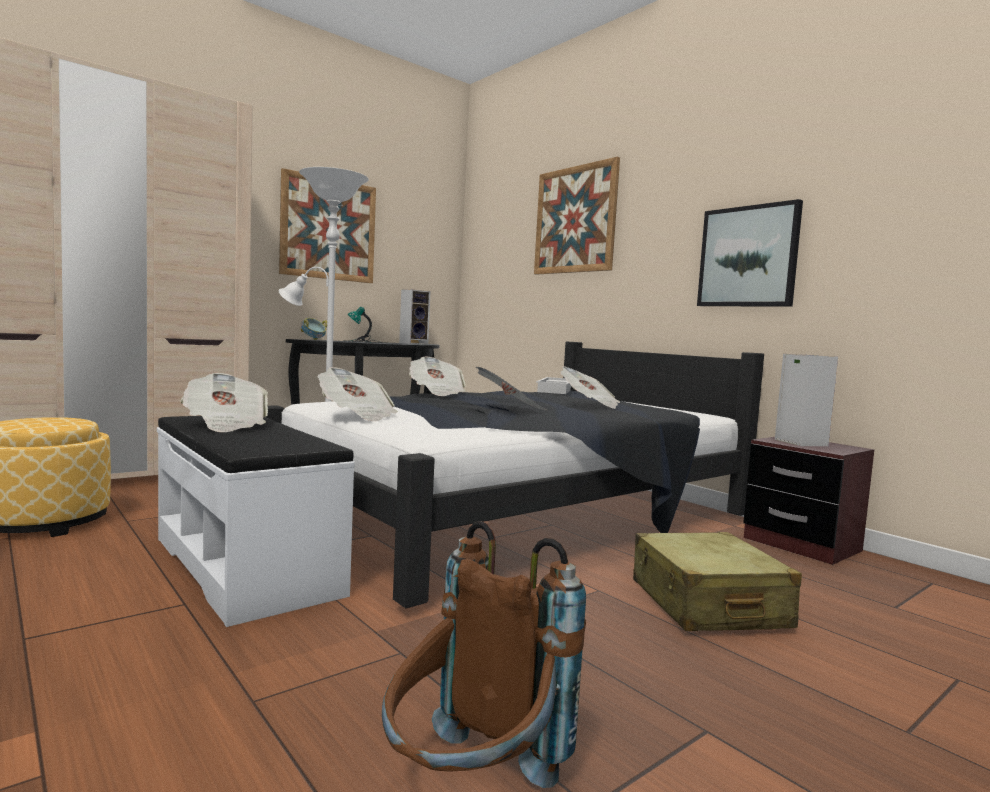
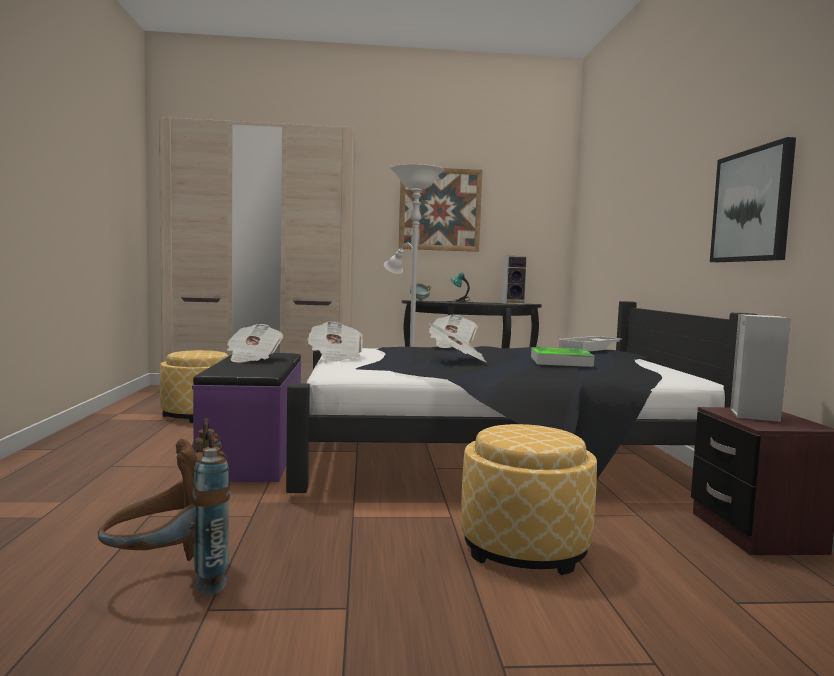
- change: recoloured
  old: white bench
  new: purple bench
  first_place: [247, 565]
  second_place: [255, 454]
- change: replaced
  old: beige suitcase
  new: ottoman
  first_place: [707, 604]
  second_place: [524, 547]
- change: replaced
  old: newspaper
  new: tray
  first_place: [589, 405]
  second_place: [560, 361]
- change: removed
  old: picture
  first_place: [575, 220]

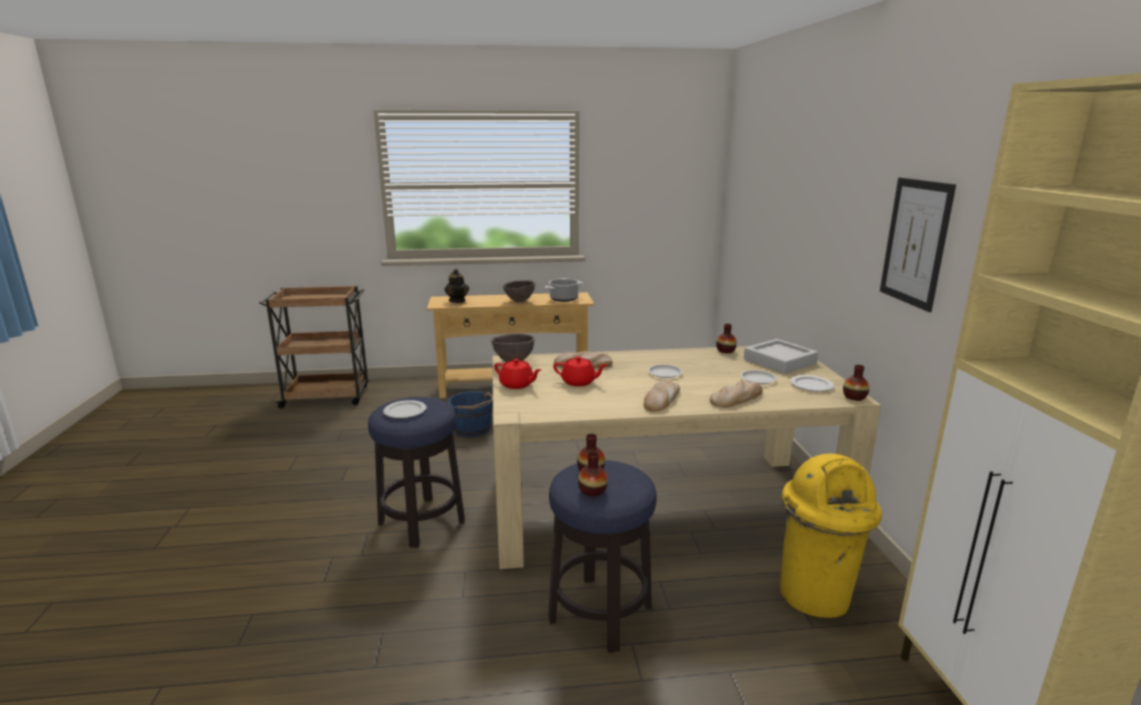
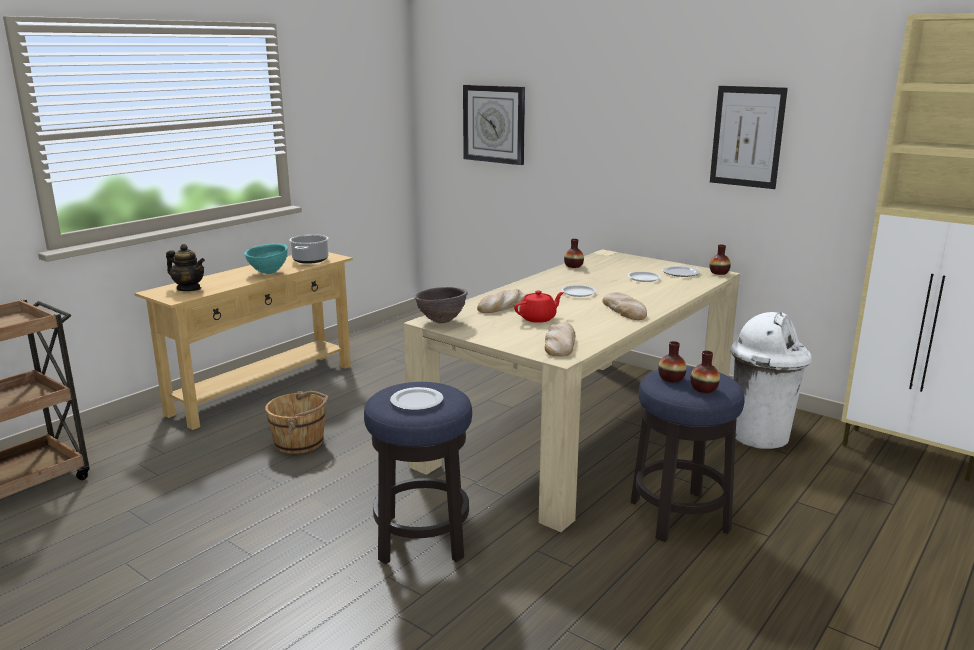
- change: recoloured
  old: brown bowl
  new: turquoise bowl
  first_place: [519, 301]
  second_place: [268, 273]
- change: recoloured
  old: blue bucket
  new: brown bucket
  first_place: [472, 429]
  second_place: [300, 442]
- change: added
  new: wall clock
  second_place: [494, 124]
- change: moved
  old: bread
  first_place: [736, 398]
  second_place: [559, 343]
- change: recoloured
  old: yellow trash can
  new: white trash can
  first_place: [816, 595]
  second_place: [760, 436]
- change: removed
  old: red teapot
  first_place: [517, 385]
- change: removed
  old: grey tray
  first_place: [779, 361]

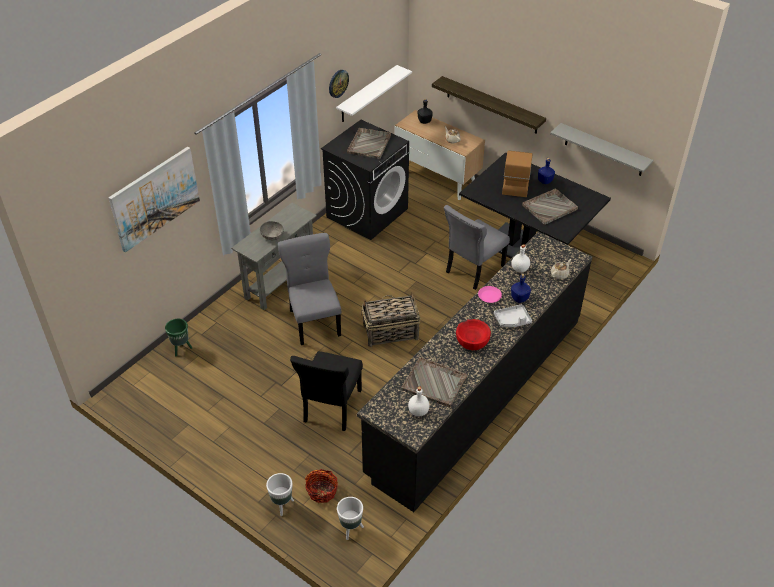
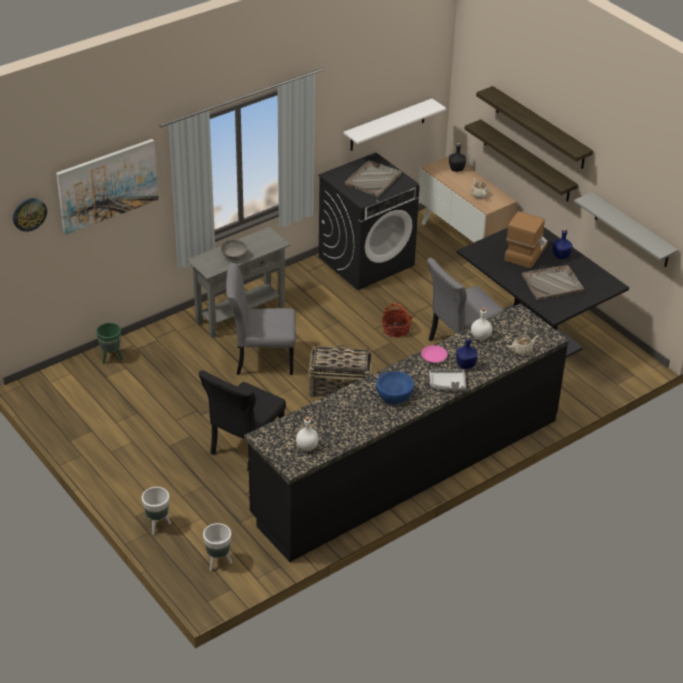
- change: moved
  old: wall clock
  first_place: [338, 83]
  second_place: [29, 214]
- change: turned
  old: grey chair
  first_place: [314, 321]
  second_place: [261, 360]
  degrees: -90
- change: recoloured
  old: red bowl
  new: blue bowl
  first_place: [472, 341]
  second_place: [394, 394]
- change: moved
  old: basket
  first_place: [322, 491]
  second_place: [396, 329]
- change: added
  new: shelf
  second_place: [540, 128]
- change: removed
  old: grey tray
  first_place: [434, 383]

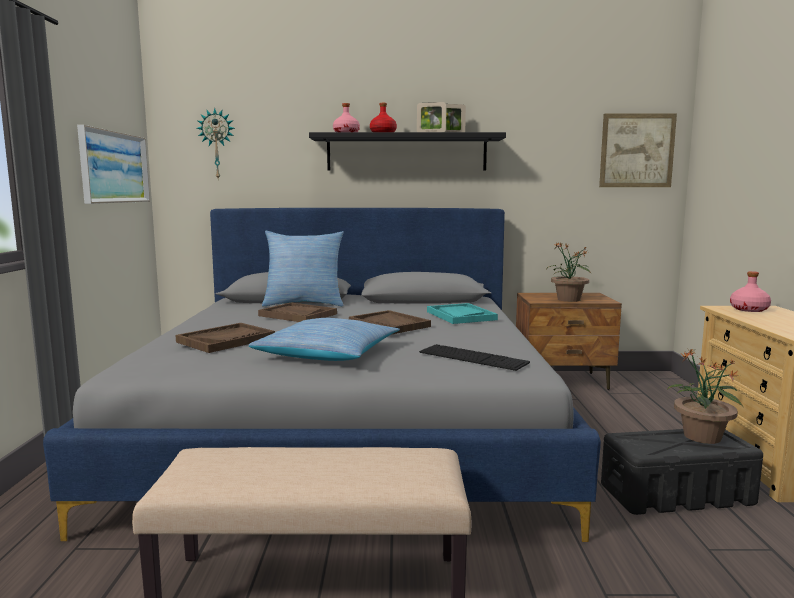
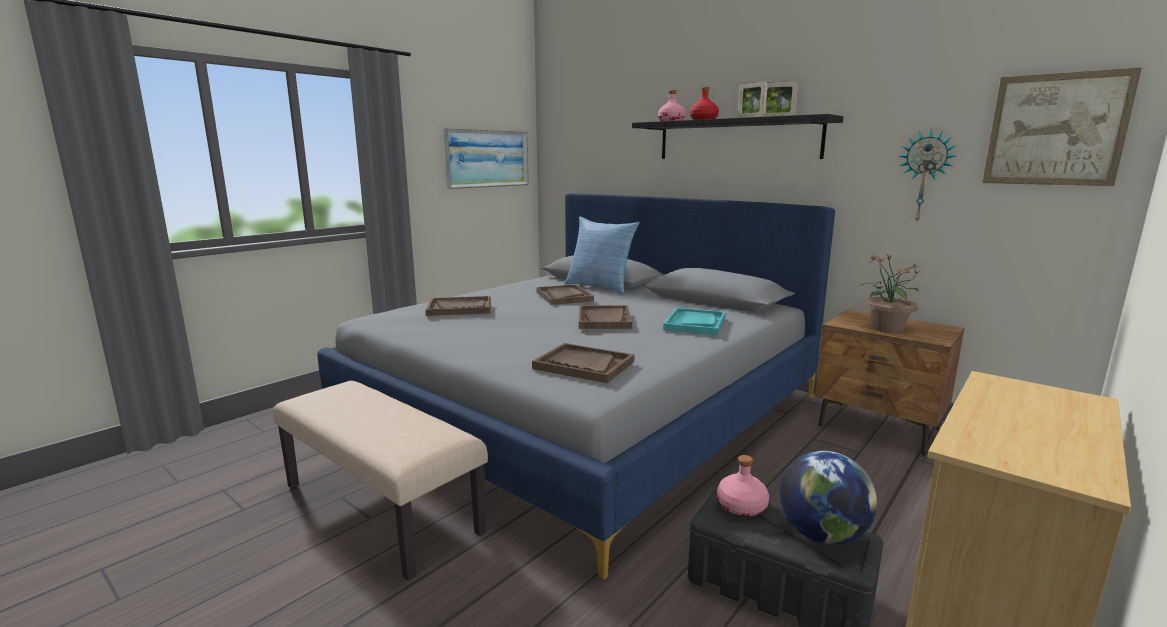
- change: replaced
  old: keyboard
  new: brown tray
  first_place: [472, 357]
  second_place: [583, 365]
- change: moved
  old: pink bottle
  first_place: [749, 309]
  second_place: [741, 506]
- change: replaced
  old: potted plant
  new: globe
  first_place: [702, 437]
  second_place: [822, 535]
- change: moved
  old: wall clock
  first_place: [217, 144]
  second_place: [924, 177]
- change: removed
  old: pillow
  first_place: [328, 353]

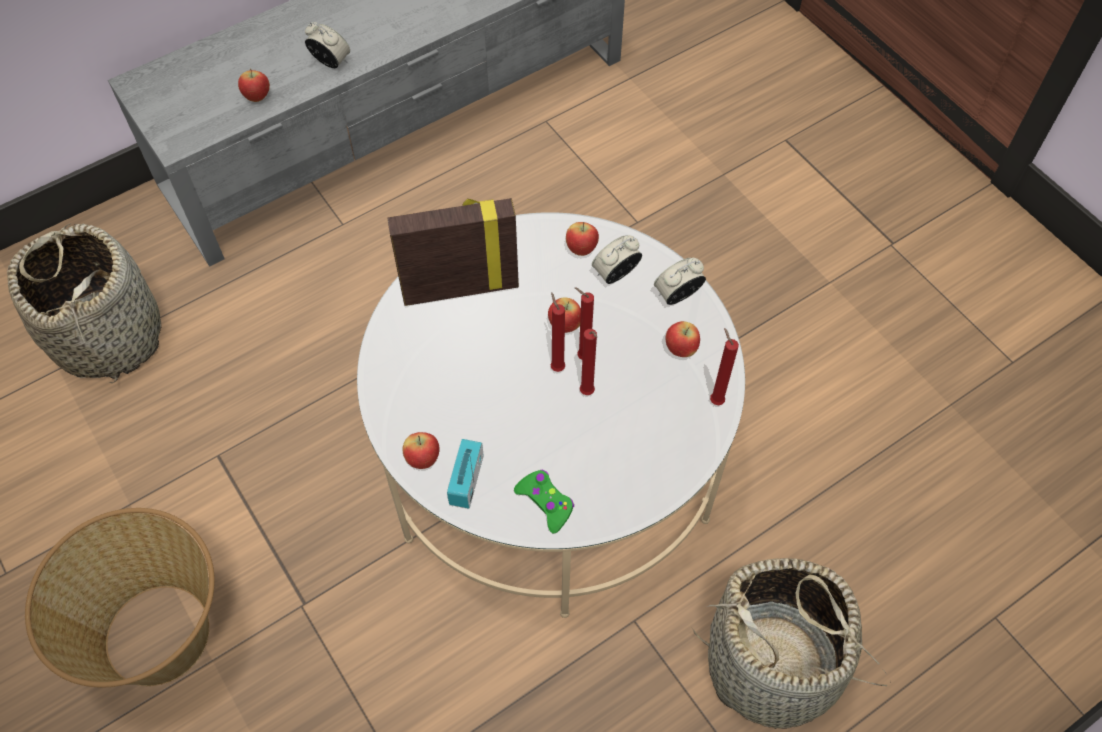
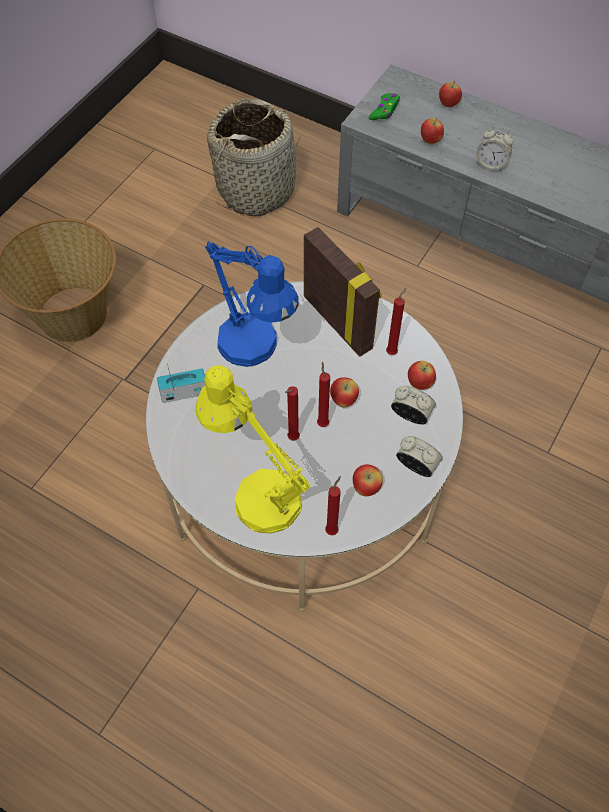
- change: added
  new: yellow table lamp
  second_place: [257, 492]
- change: added
  new: blue table lamp
  second_place: [255, 350]
- change: moved
  old: green game controller
  first_place: [545, 502]
  second_place: [384, 111]
- change: moved
  old: red candle
  first_place: [556, 366]
  second_place: [392, 351]
- change: moved
  old: apple
  first_place: [423, 459]
  second_place: [448, 104]
- change: turned
  old: alarm clock
  first_place: [331, 62]
  second_place: [491, 164]
  degrees: 105
- change: removed
  old: basket
  first_place: [773, 665]

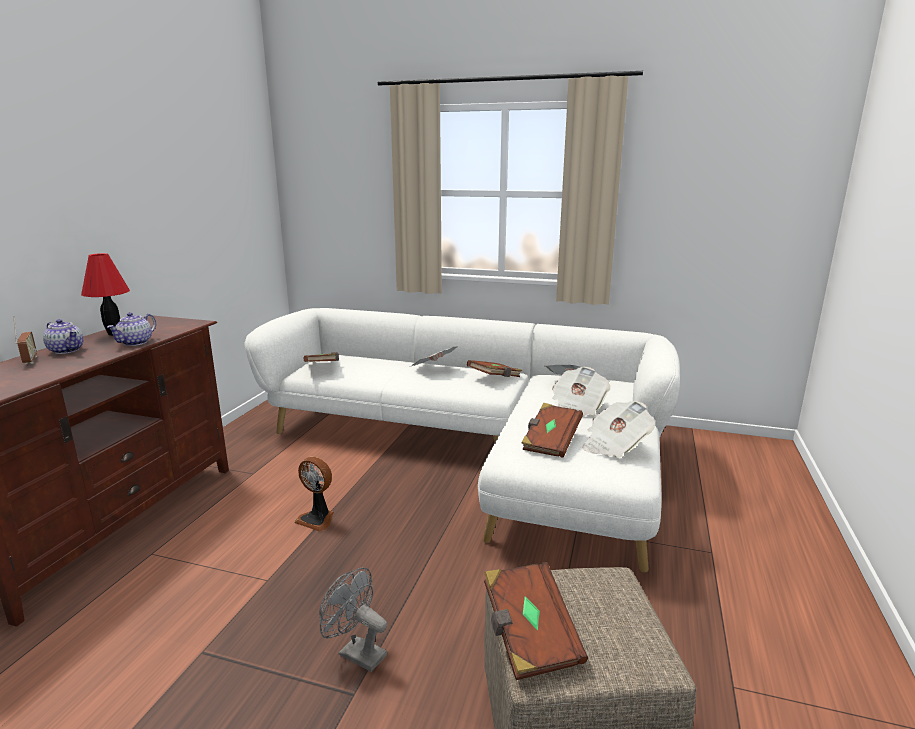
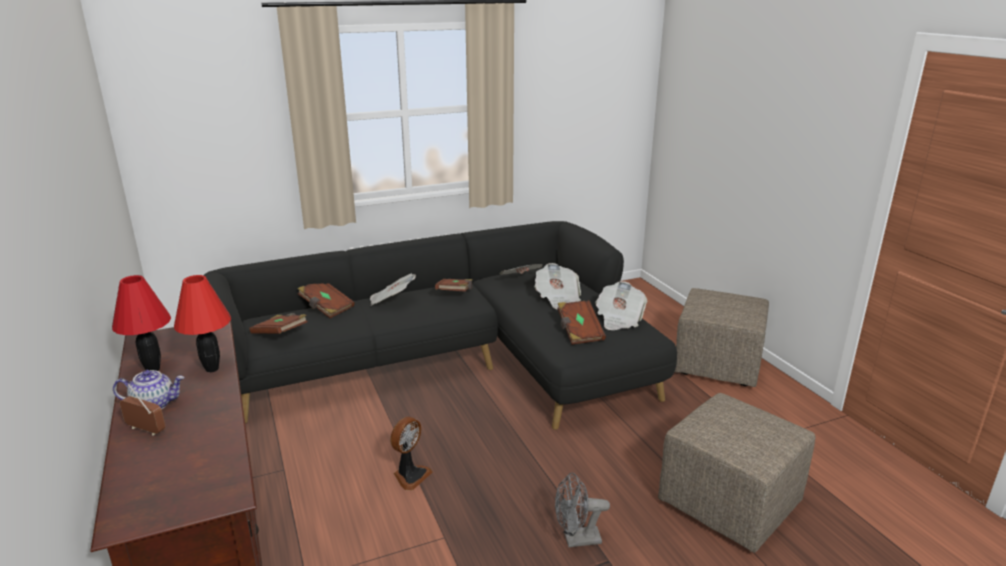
- change: replaced
  old: teapot
  new: red table lamp
  first_place: [135, 343]
  second_place: [212, 369]
- change: recoloured
  old: white sofa
  new: black sofa
  first_place: [478, 450]
  second_place: [455, 363]
- change: moved
  old: brown book
  first_place: [529, 636]
  second_place: [326, 307]
- change: turned
  old: fan
  first_place: [317, 519]
  second_place: [410, 475]
  degrees: -45
- change: added
  new: beige ottoman
  second_place: [718, 365]

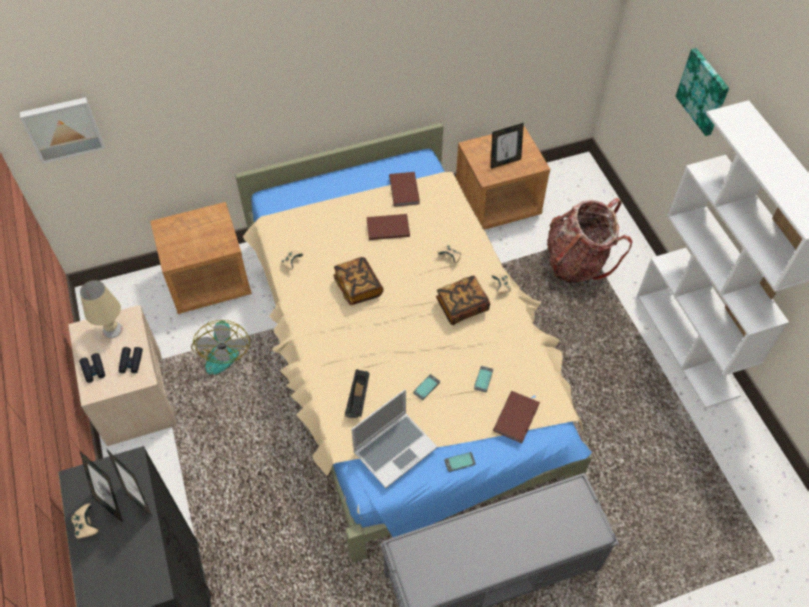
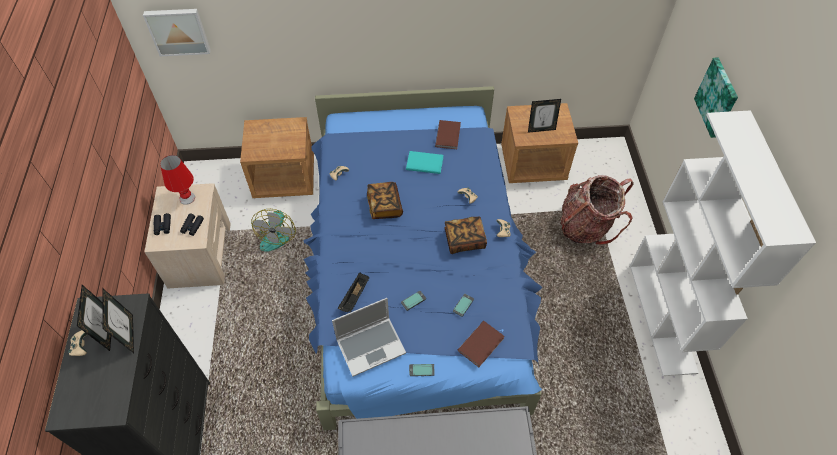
- change: recoloured
  old: beige table lamp
  new: red table lamp
  first_place: [112, 330]
  second_place: [187, 198]
- change: recoloured
  old: beige bed
  new: blue bed
  first_place: [402, 357]
  second_place: [416, 272]
- change: recoloured
  old: brown book
  new: turquoise book
  first_place: [387, 227]
  second_place: [424, 163]

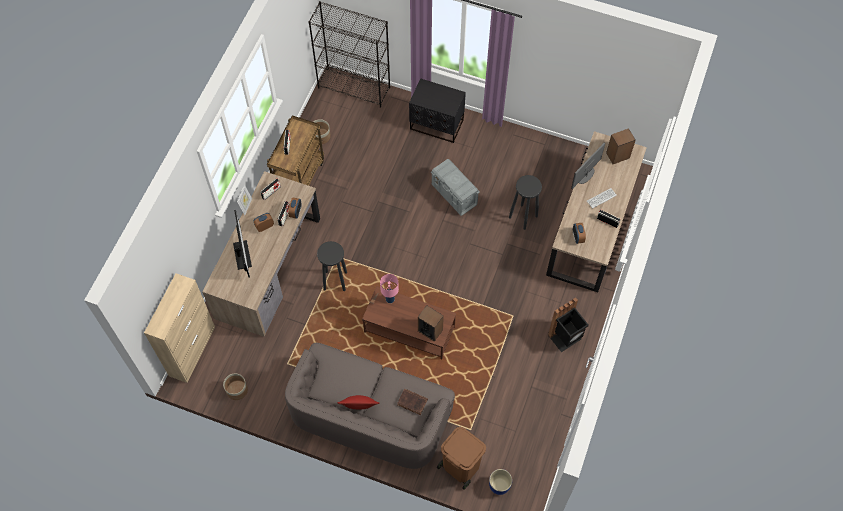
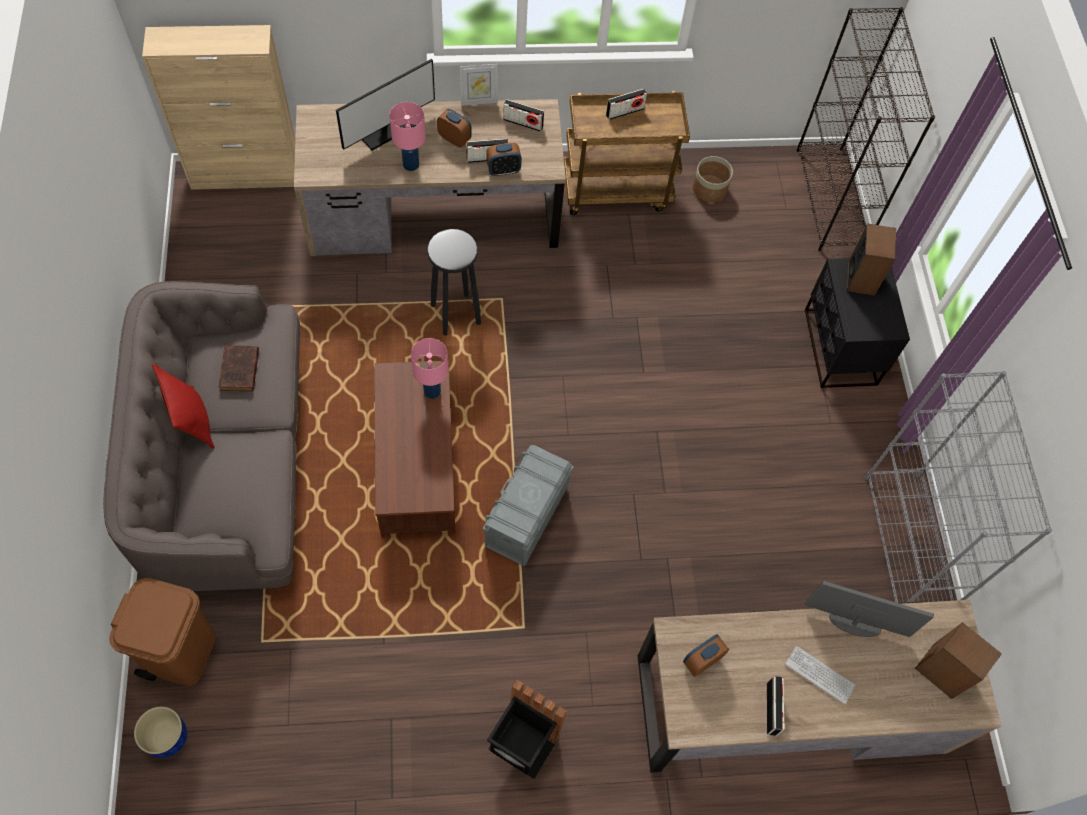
- change: moved
  old: brown book
  first_place: [413, 402]
  second_place: [239, 371]
- change: added
  new: pink table lamp
  second_place: [411, 165]
- change: moved
  old: grey storage box
  first_place: [454, 195]
  second_place: [526, 517]
- change: moved
  old: speaker
  first_place: [430, 330]
  second_place: [861, 278]
- change: added
  new: grey bookcase
  second_place: [907, 543]
- change: removed
  old: planter
  first_place: [236, 390]
- change: removed
  old: black stool
  first_place: [523, 216]

